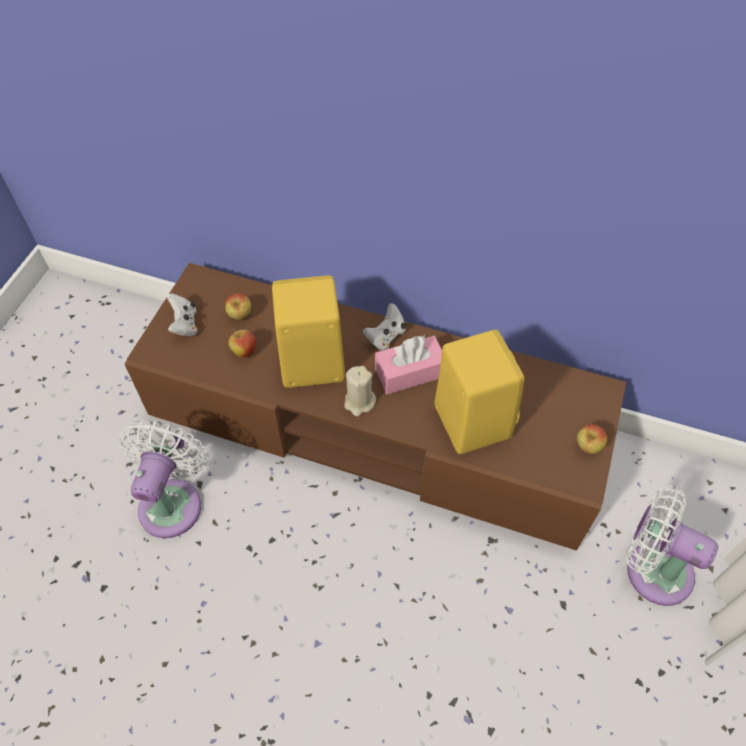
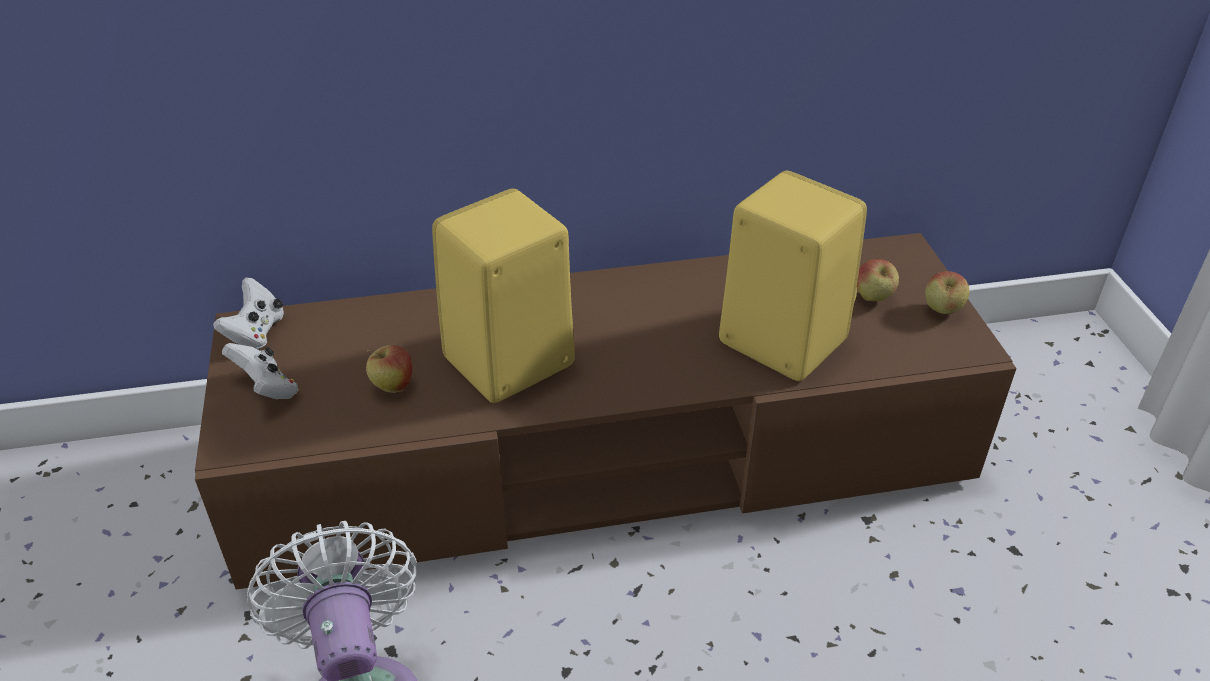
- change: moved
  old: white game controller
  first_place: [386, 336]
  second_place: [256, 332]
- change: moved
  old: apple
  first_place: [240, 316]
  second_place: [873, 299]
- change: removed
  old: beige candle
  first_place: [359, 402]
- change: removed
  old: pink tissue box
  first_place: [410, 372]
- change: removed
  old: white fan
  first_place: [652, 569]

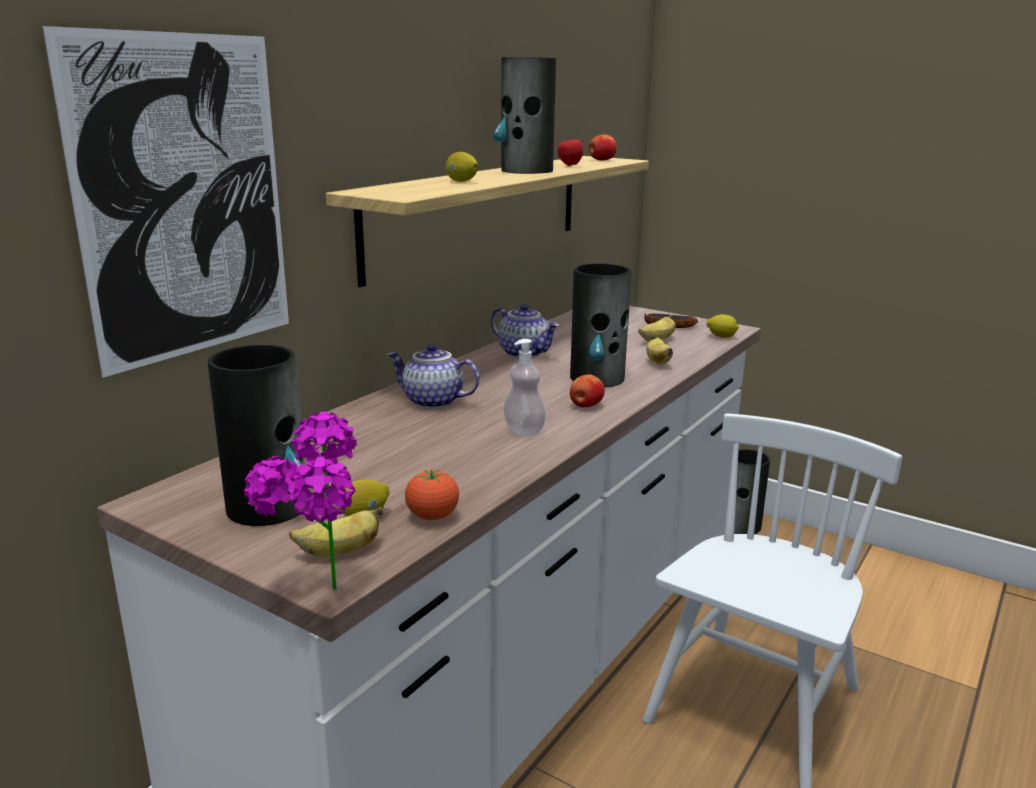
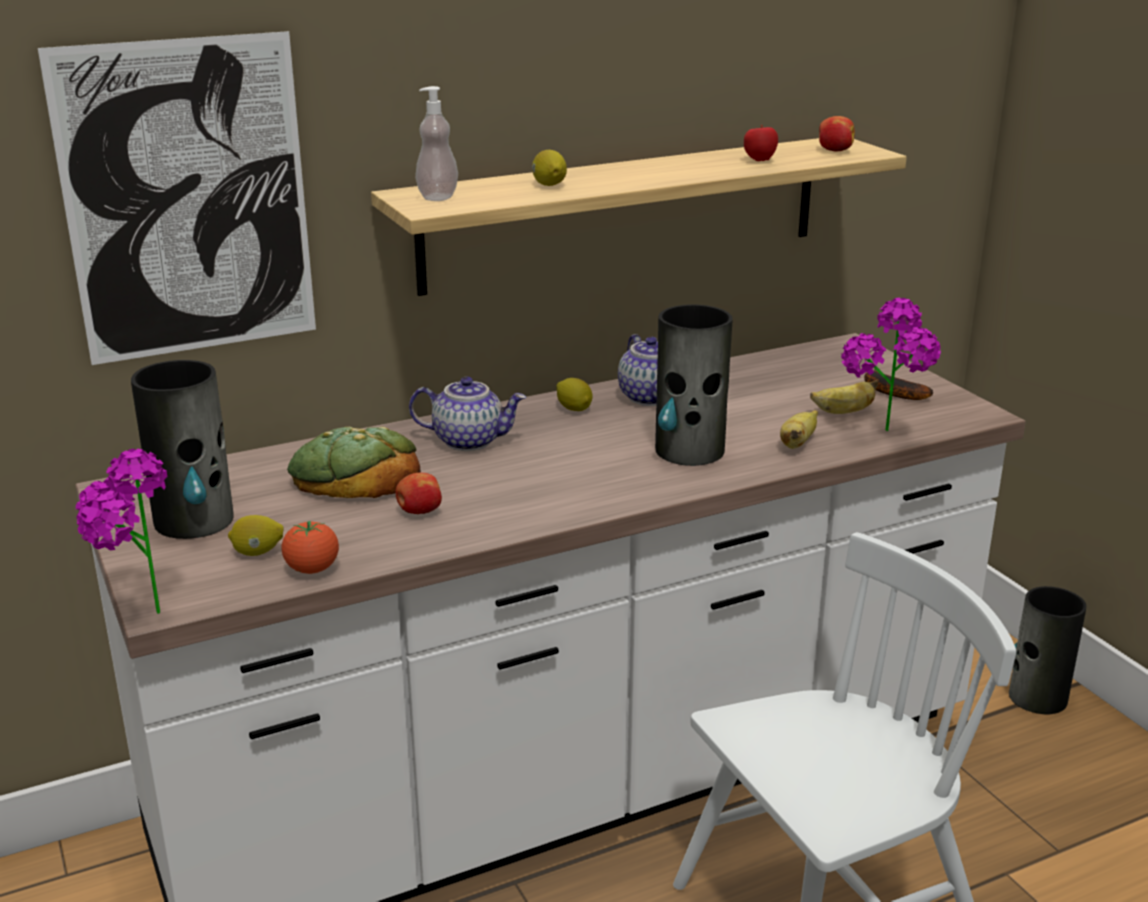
- change: added
  new: bread
  second_place: [356, 474]
- change: moved
  old: apple
  first_place: [585, 406]
  second_place: [419, 512]
- change: turned
  old: teapot
  first_place: [431, 402]
  second_place: [469, 440]
  degrees: 135
- change: moved
  old: soap dispenser
  first_place: [524, 431]
  second_place: [437, 197]
- change: moved
  old: lemon
  first_place: [721, 337]
  second_place: [574, 409]
- change: added
  new: potted plant
  second_place: [884, 437]
- change: removed
  old: banana
  first_place: [339, 552]
- change: removed
  old: vase
  first_place: [527, 171]

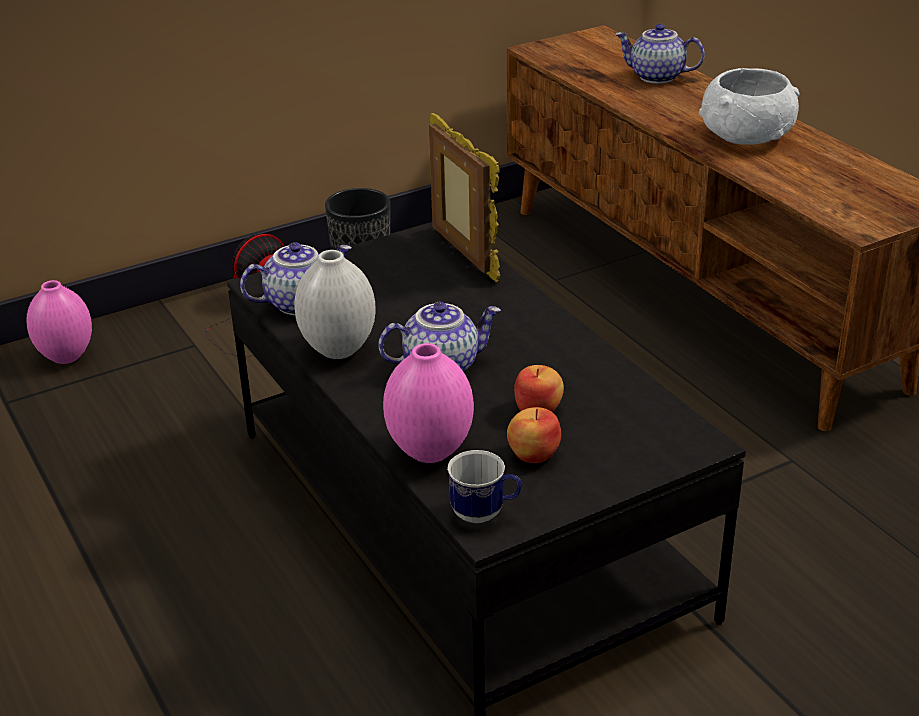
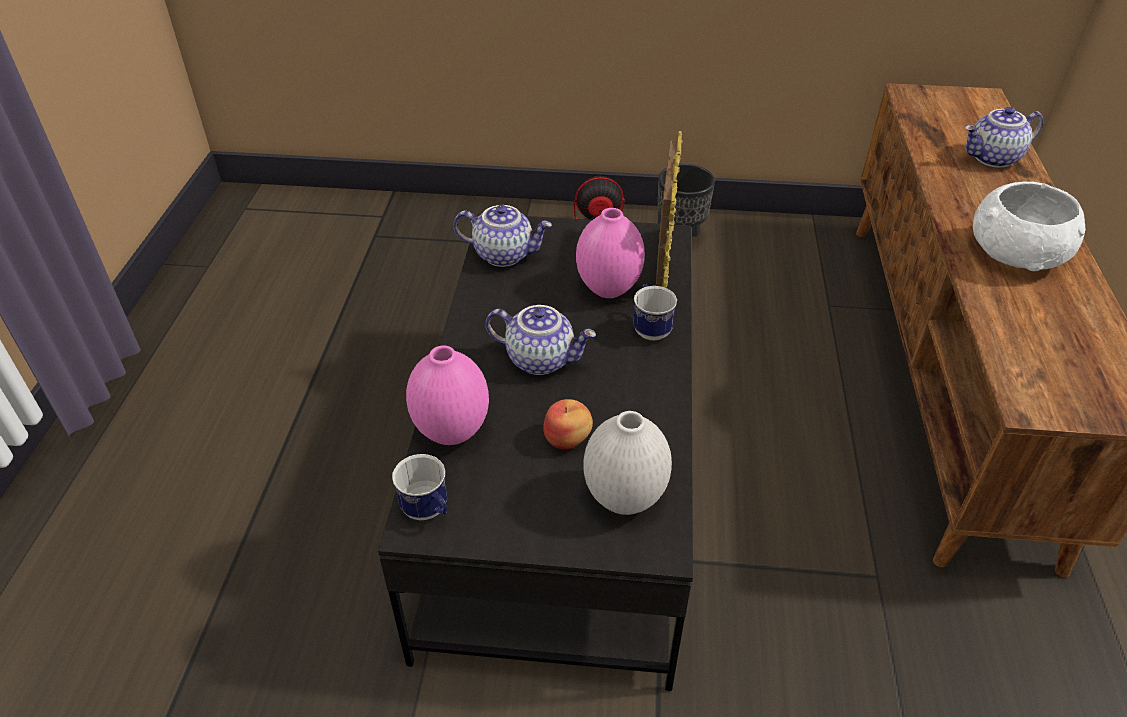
- change: moved
  old: pink vase
  first_place: [67, 356]
  second_place: [609, 289]
- change: moved
  old: white vase
  first_place: [339, 350]
  second_place: [625, 499]
- change: added
  new: mug
  second_place: [650, 328]
- change: turned
  old: teapot
  first_place: [656, 77]
  second_place: [993, 159]
  degrees: -75
- change: removed
  old: apple
  first_place: [533, 454]

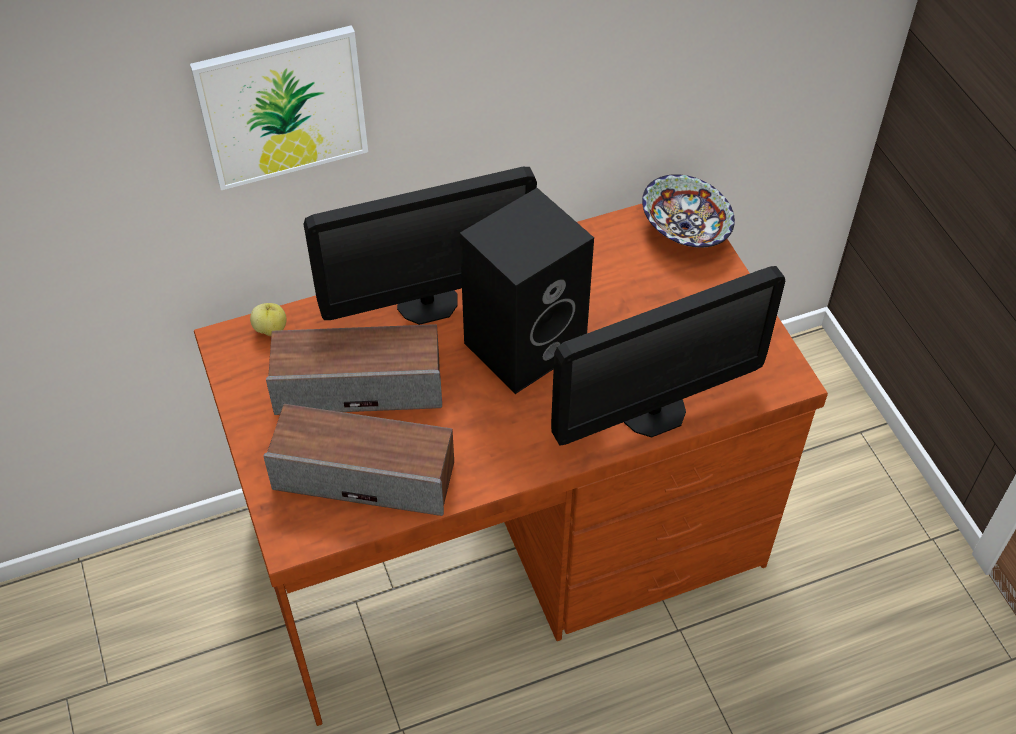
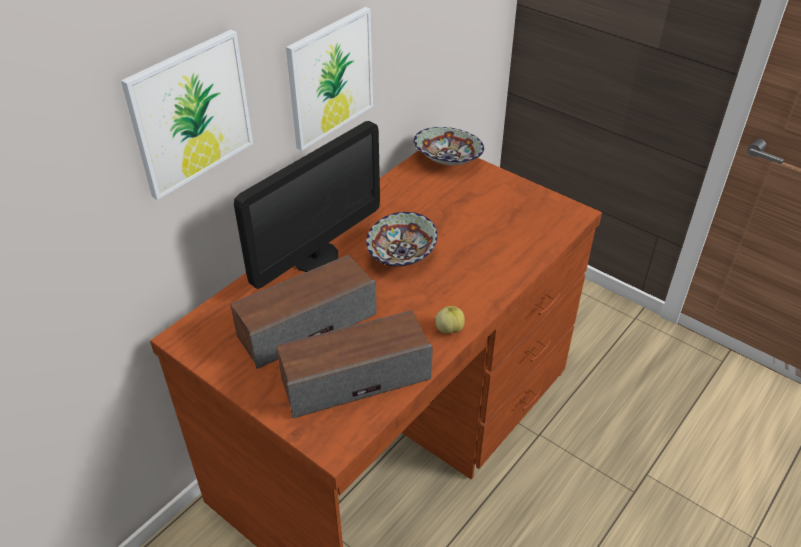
- change: added
  new: picture
  second_place: [330, 78]
- change: replaced
  old: black speaker
  new: bowl
  first_place: [525, 342]
  second_place: [401, 255]
- change: moved
  old: apple
  first_place: [271, 329]
  second_place: [449, 329]
- change: removed
  old: monitor
  first_place: [653, 411]

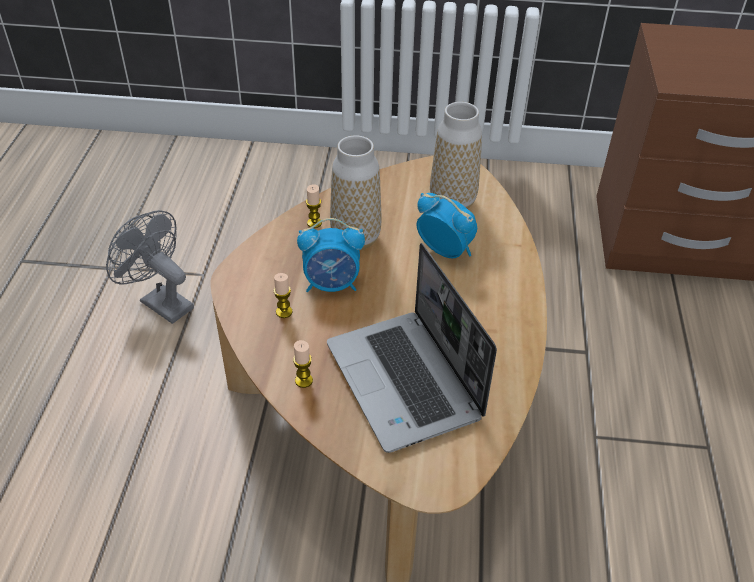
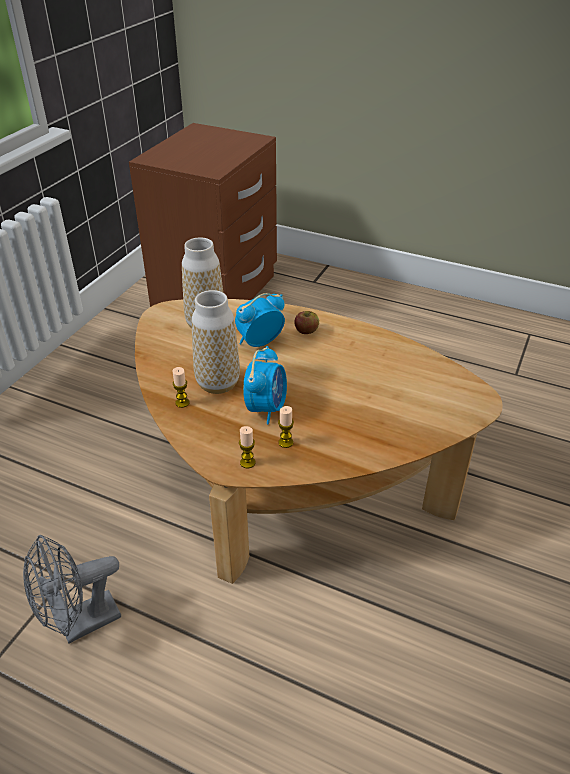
- change: moved
  old: candle
  first_place: [303, 380]
  second_place: [247, 462]
- change: added
  new: apple
  second_place: [306, 331]
- change: removed
  old: laptop
  first_place: [406, 382]

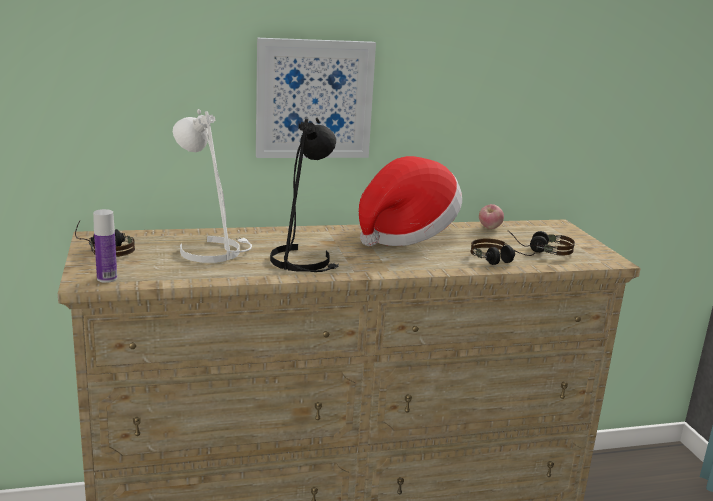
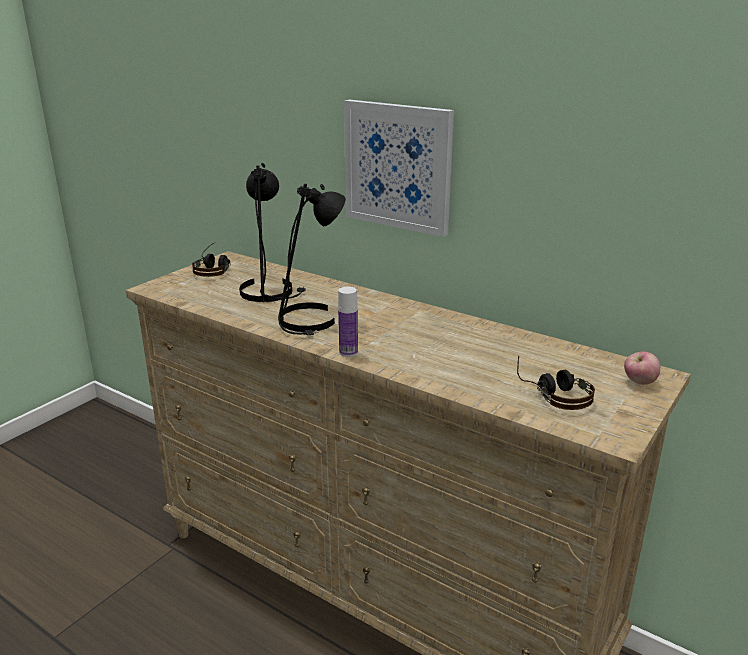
- change: recoloured
  old: white table lamp
  new: black table lamp
  first_place: [213, 250]
  second_place: [270, 291]
- change: moved
  old: bottle
  first_place: [107, 278]
  second_place: [348, 352]
- change: moved
  old: apple
  first_place: [489, 228]
  second_place: [639, 382]
- change: removed
  old: hat
  first_place: [405, 235]
- change: removed
  old: headphones
  first_place: [500, 262]

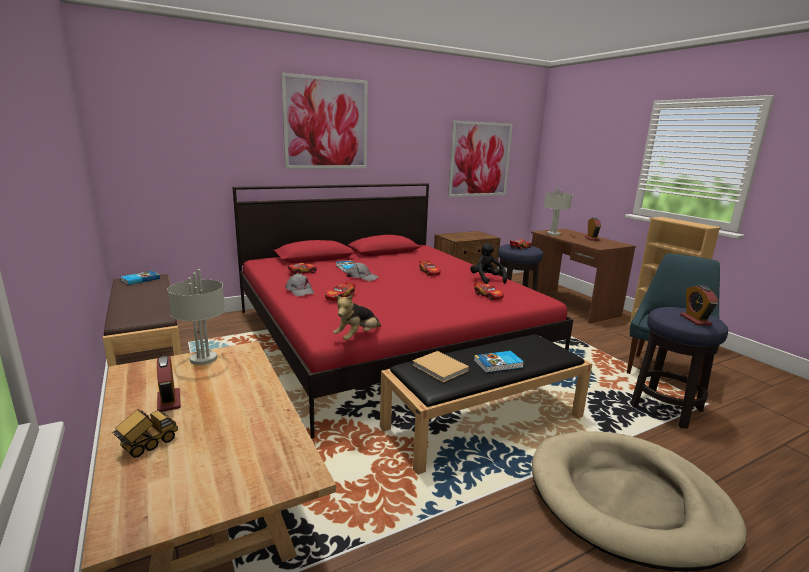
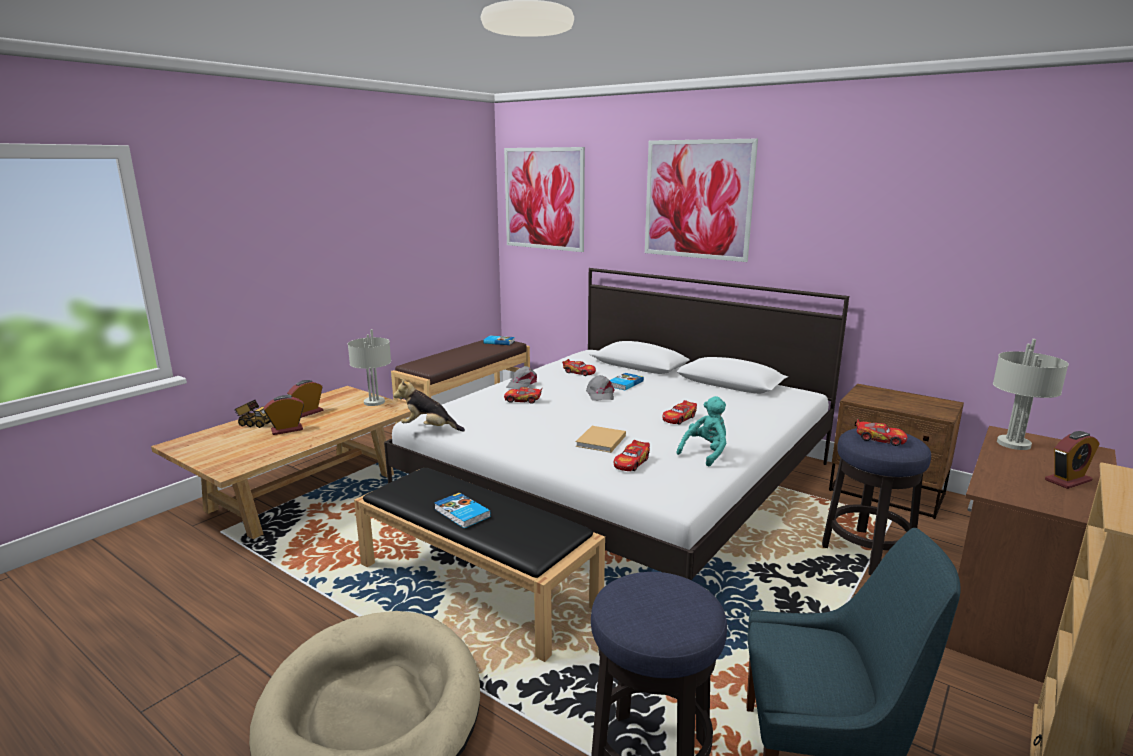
- change: moved
  old: alarm clock
  first_place: [695, 320]
  second_place: [287, 430]
- change: recoloured
  old: red bed
  new: white bed
  first_place: [386, 337]
  second_place: [622, 482]
- change: moved
  old: picture
  first_place: [480, 159]
  second_place: [544, 199]
- change: moved
  old: beige book
  first_place: [441, 368]
  second_place: [600, 441]
- change: recoloured
  old: black plush toy
  new: turquoise plush toy
  first_place: [486, 279]
  second_place: [705, 453]

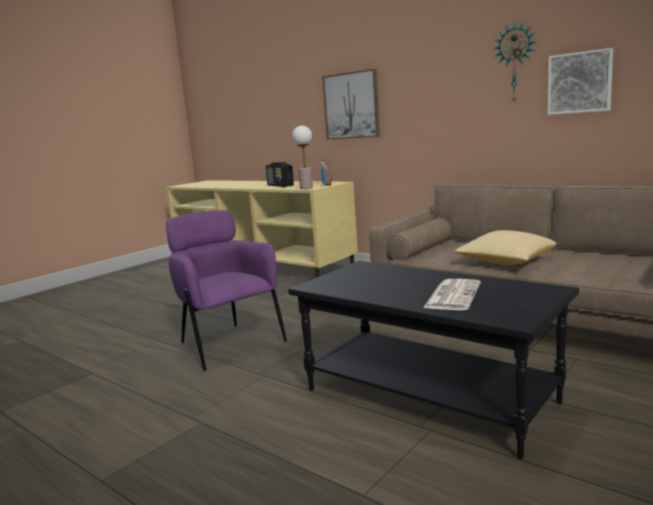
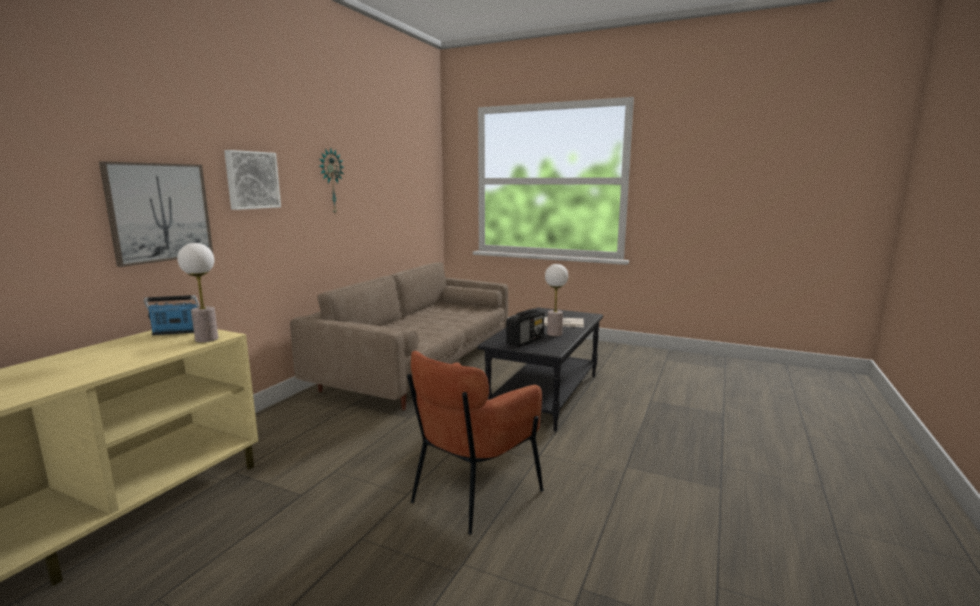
- change: moved
  old: picture
  first_place: [580, 82]
  second_place: [251, 180]
- change: recoloured
  old: purple armchair
  new: brown armchair
  first_place: [227, 344]
  second_place: [472, 493]
- change: moved
  old: radio
  first_place: [280, 185]
  second_place: [525, 341]
- change: added
  new: table lamp
  second_place: [554, 334]
- change: removed
  old: pillow
  first_place: [505, 262]

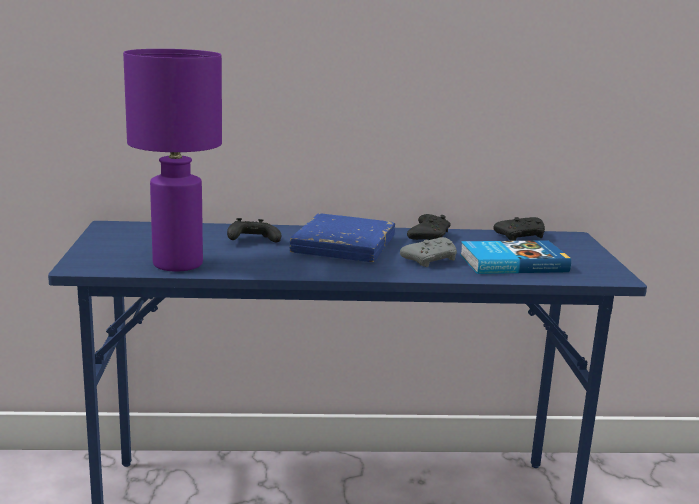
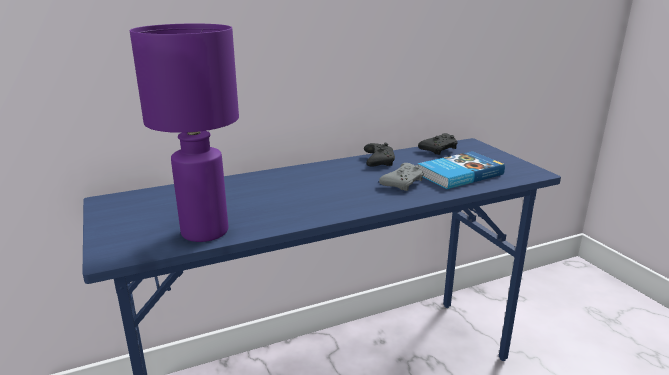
- change: removed
  old: black game controller
  first_place: [251, 241]
- change: removed
  old: blue book
  first_place: [343, 245]

